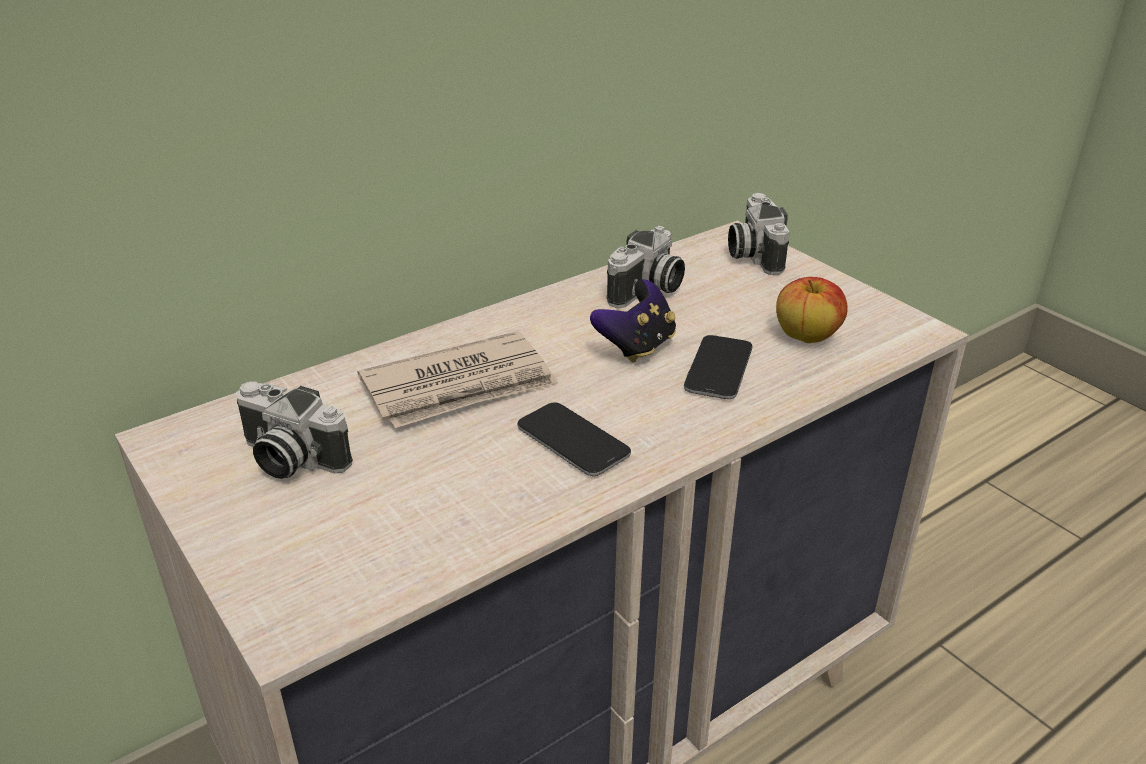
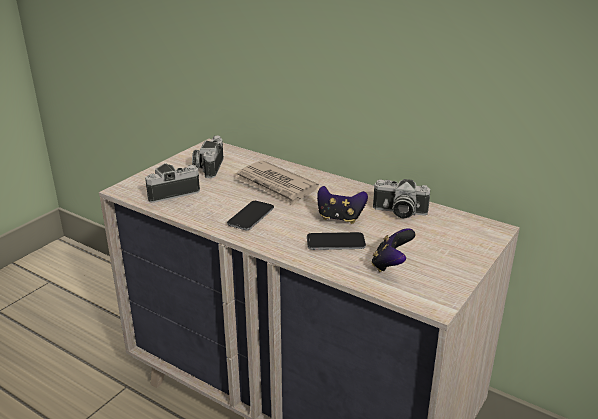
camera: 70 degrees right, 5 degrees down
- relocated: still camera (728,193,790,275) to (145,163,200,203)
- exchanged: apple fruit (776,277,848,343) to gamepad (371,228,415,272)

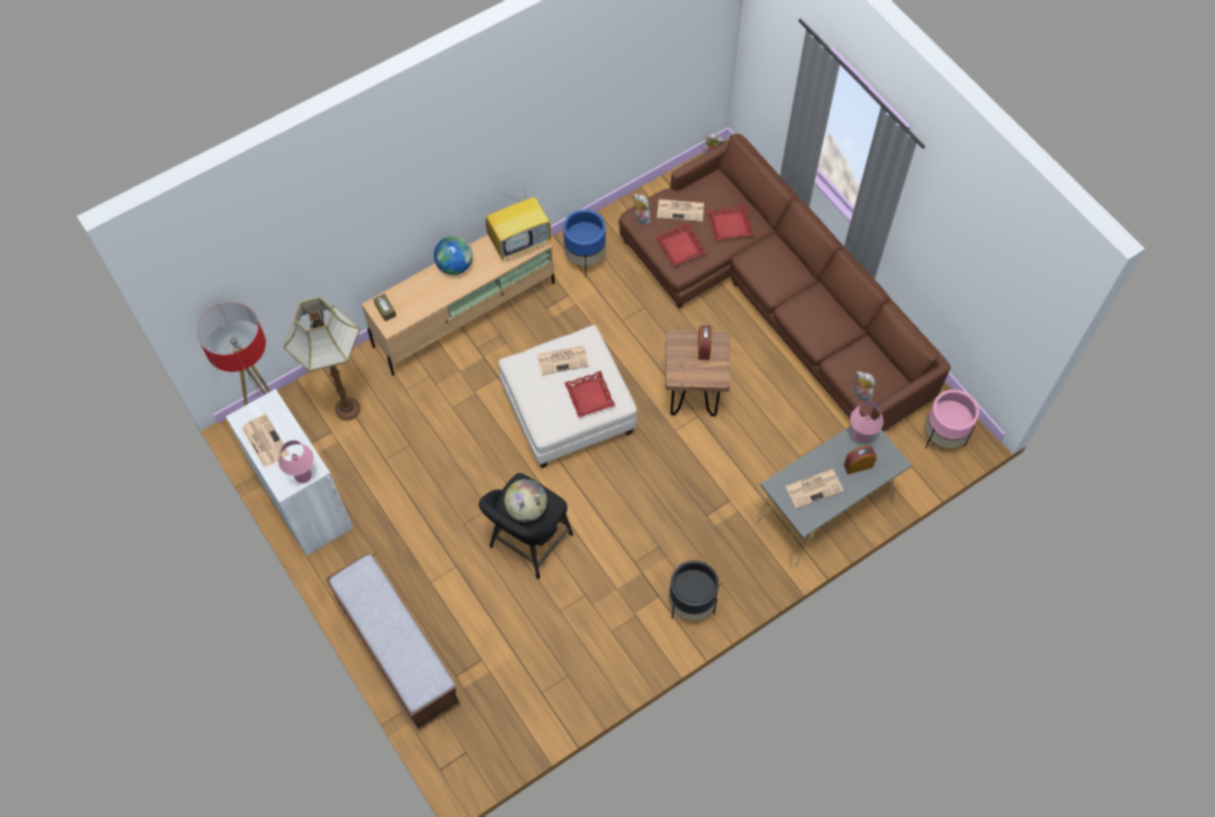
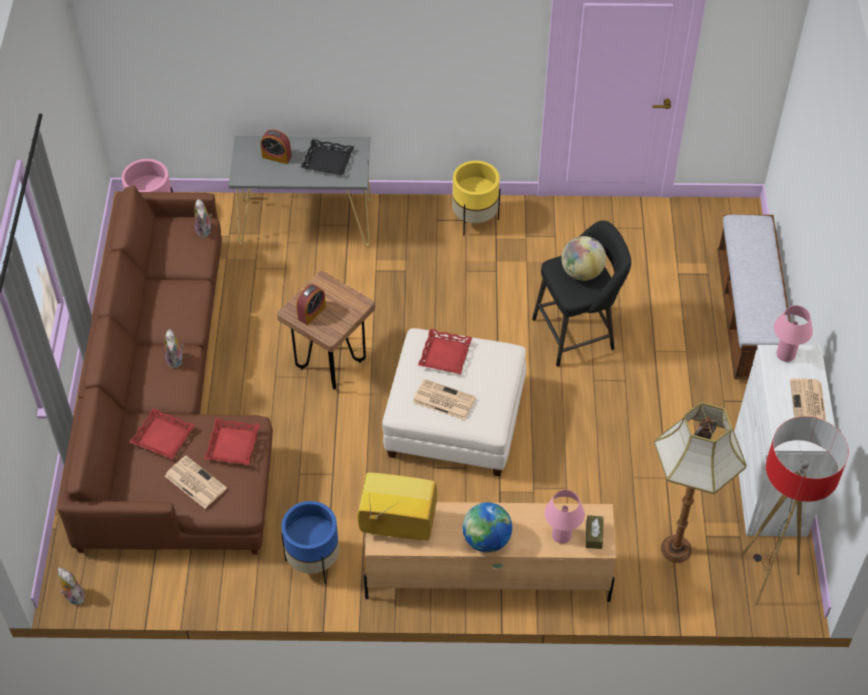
camera: 145 degrees left, 10 degrees down
- relocated: soft toy (633,193,652,225) to (165,329,184,369)
- relocated: pink lamp for a table (850,401,884,443) to (545,490,585,544)
- exchanged: newspaper (785,469,844,508) to black-coloured carrying tray (301,139,354,175)
- colour: black-coloured plant pot (669,560,719,621) to yellow plant pot (452,161,500,235)

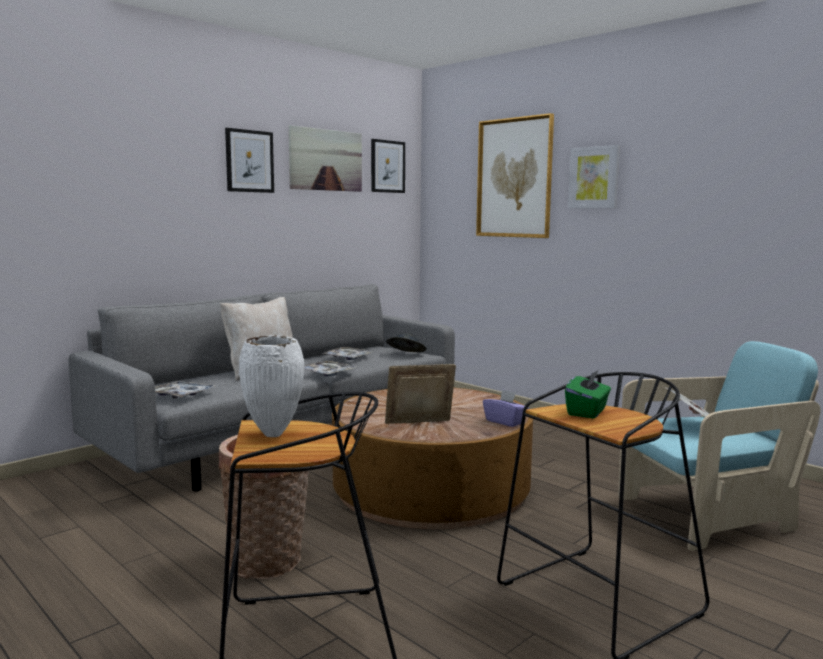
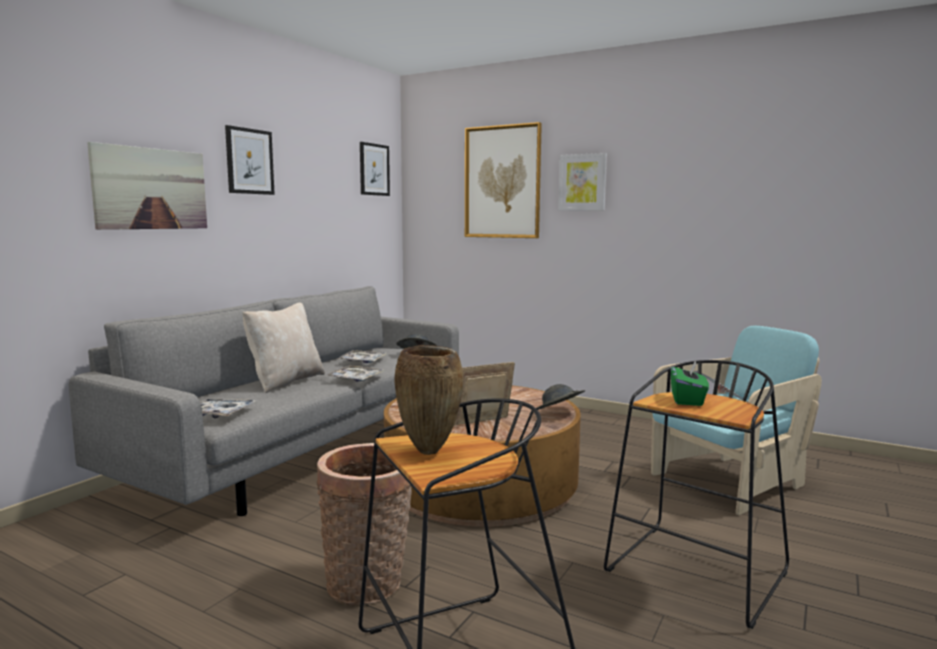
camera: 15 degrees left, 0 degrees up
- relocated: picture (289,125,362,192) to (87,142,207,230)
- colour: white vase (239,335,304,437) to brown vase (394,345,463,455)
- exchanged: purple tissue box (483,389,529,427) to grey hat (536,384,585,410)

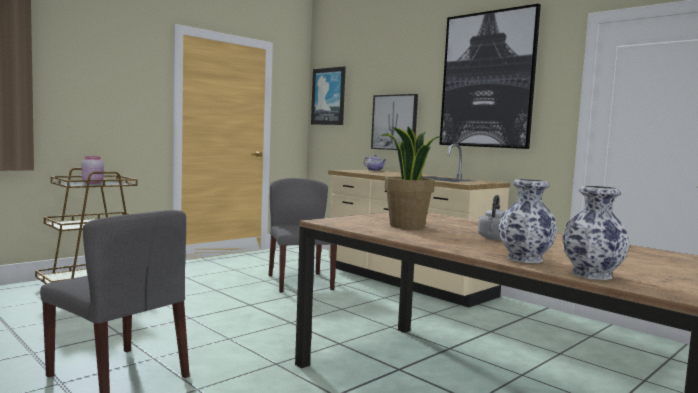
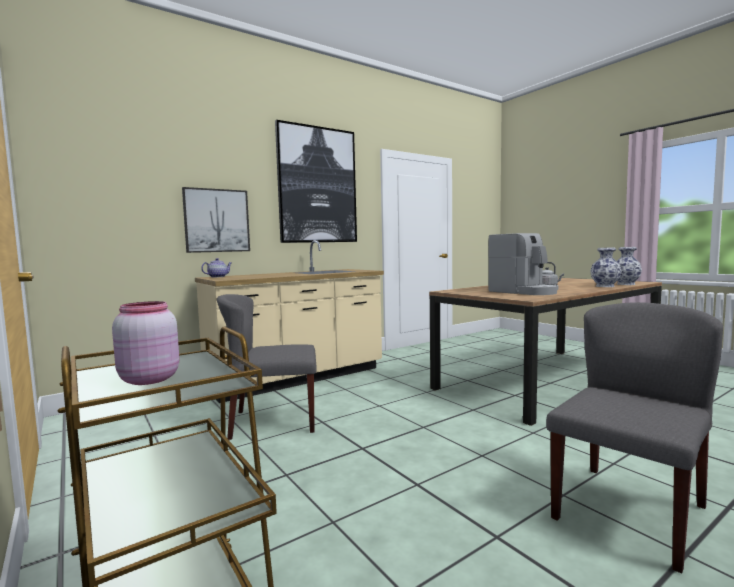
camera: 80 degrees left, 0 degrees up
- missing: picture (311,66,346,125)
- exchanged: potted plant (380,126,442,229) to coffee maker (488,233,558,295)

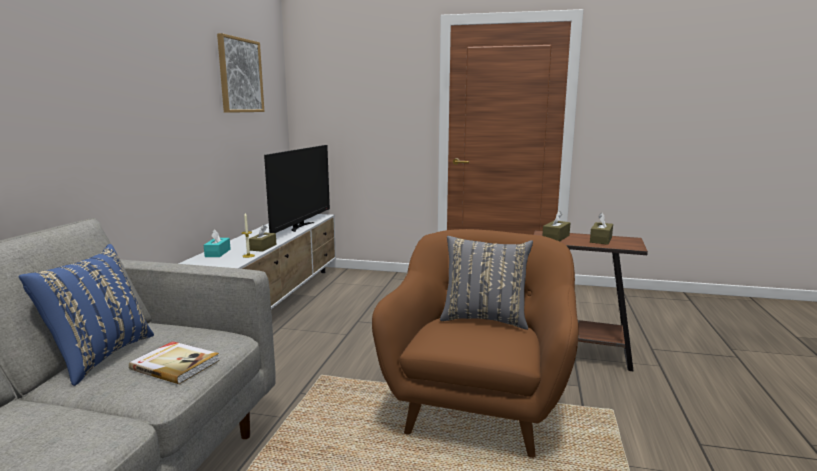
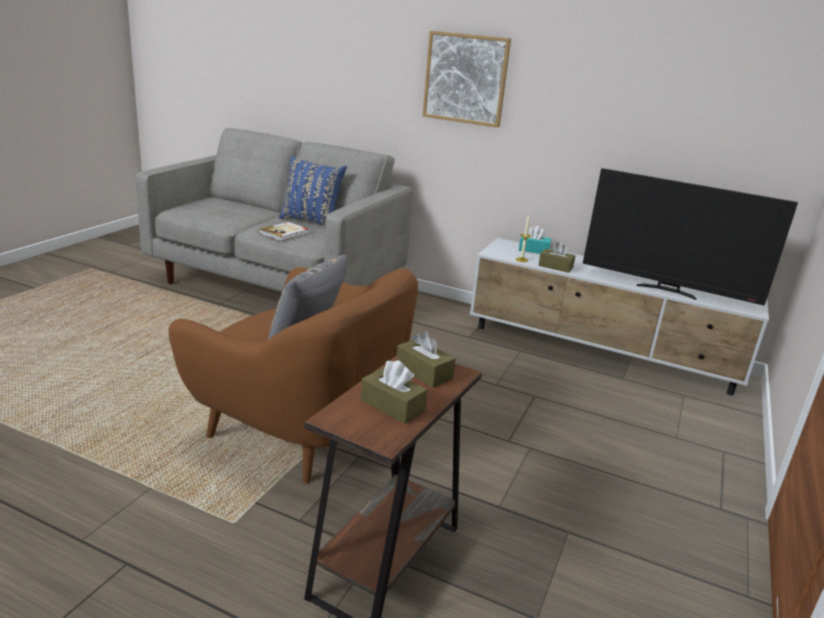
camera: 100 degrees right, 10 degrees up
- relocated: picture (217,33,265,113) to (423,31,511,128)

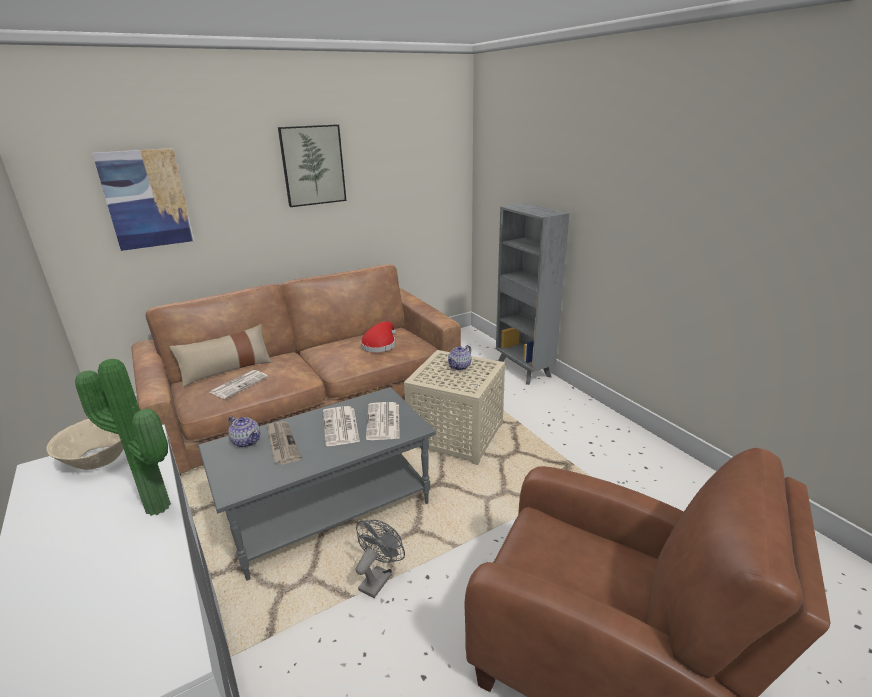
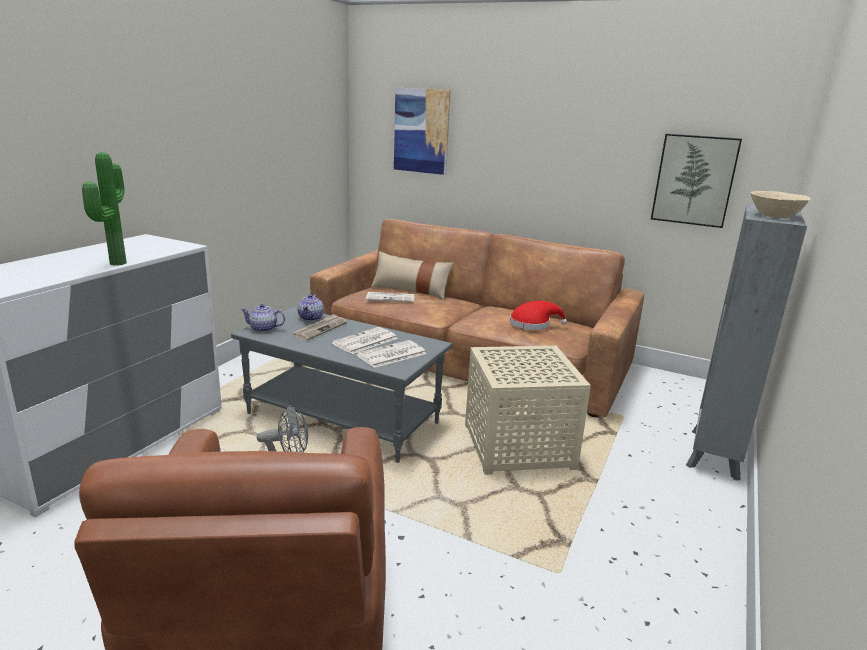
camera: 55 degrees right, 5 degrees down
- relocated: picture (278,124,346,207) to (651,134,742,228)
- relocated: pot for tea (448,345,471,370) to (240,304,285,332)
- relocated: beige-coloured serving bowl (46,419,124,470) to (751,191,811,218)

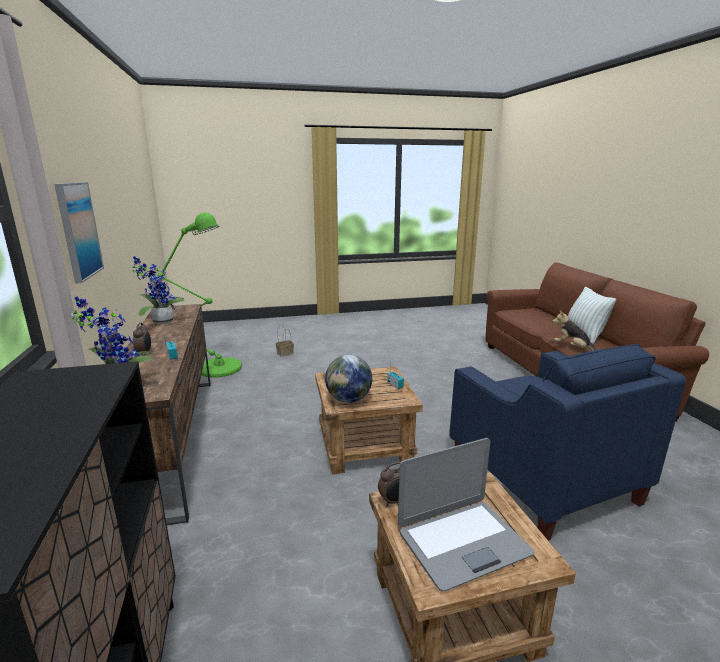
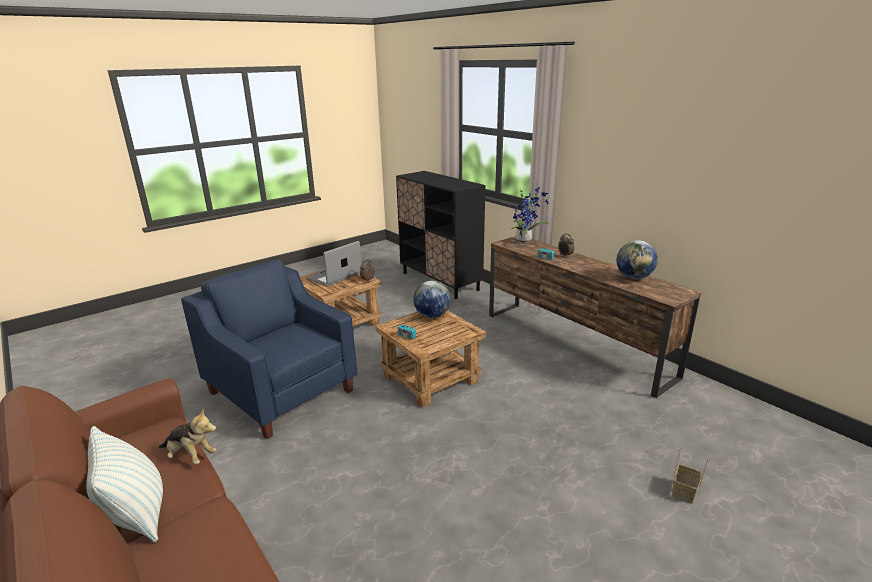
camera: 155 degrees right, 5 degrees up
- missing: picture (54,182,104,283)
- missing: green-coloured standard lamp (157,213,242,378)
- exchanged: potted plant (132,256,184,324) to world globe (617,240,658,279)

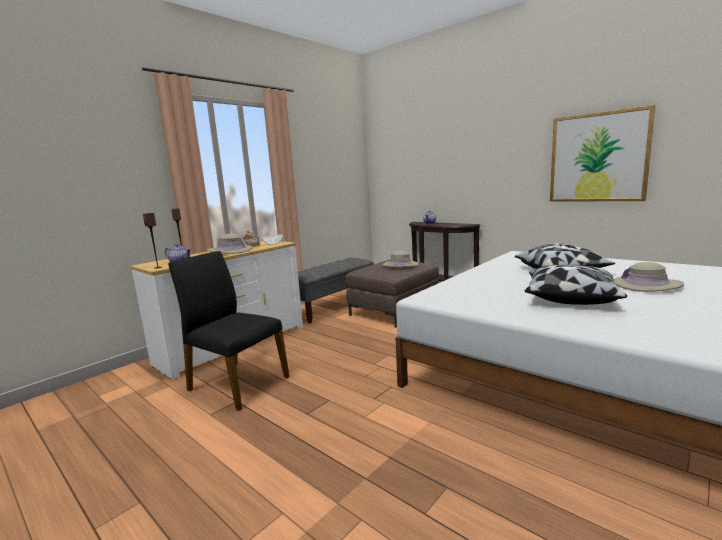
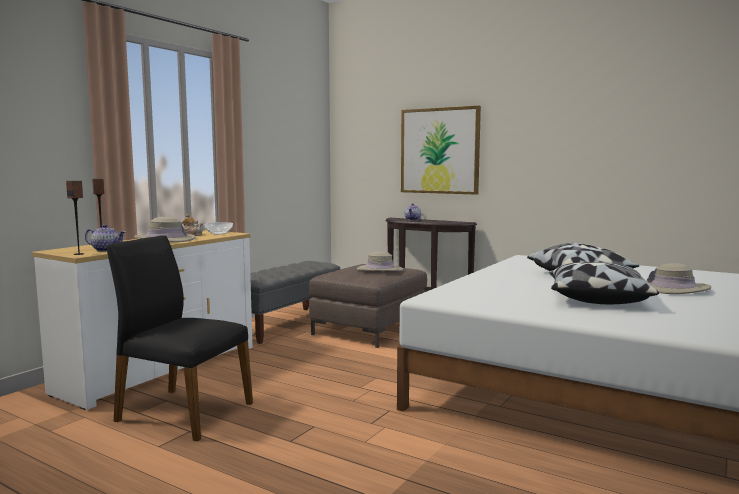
camera: 10 degrees left, 5 degrees down
- relocated: picture (550,105,655,202) to (401,106,481,195)

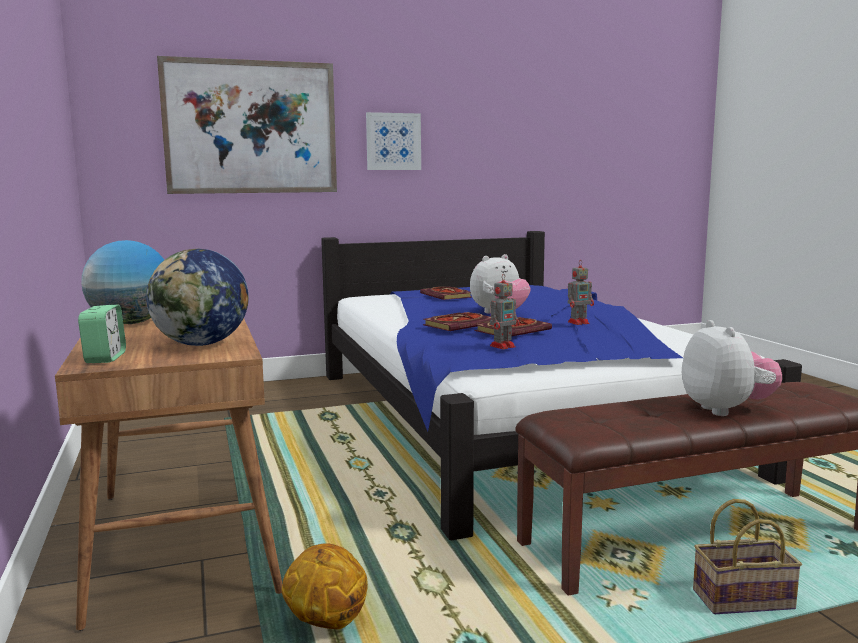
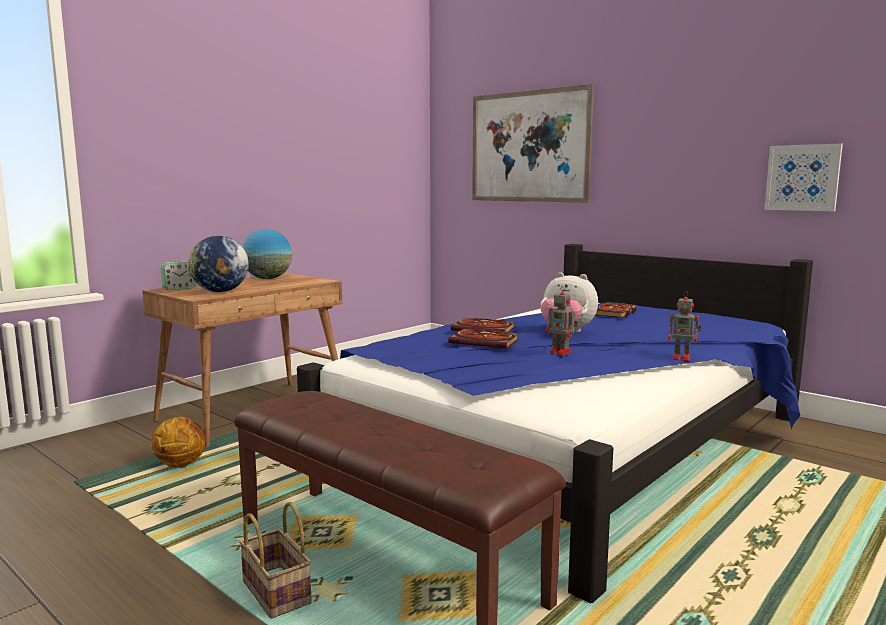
camera: 60 degrees right, 0 degrees up
- relocated: picture (366,112,421,170) to (764,144,843,211)
- relocated: robot figure (490,274,520,349) to (668,291,701,361)
- missing: soft toy (682,320,782,416)

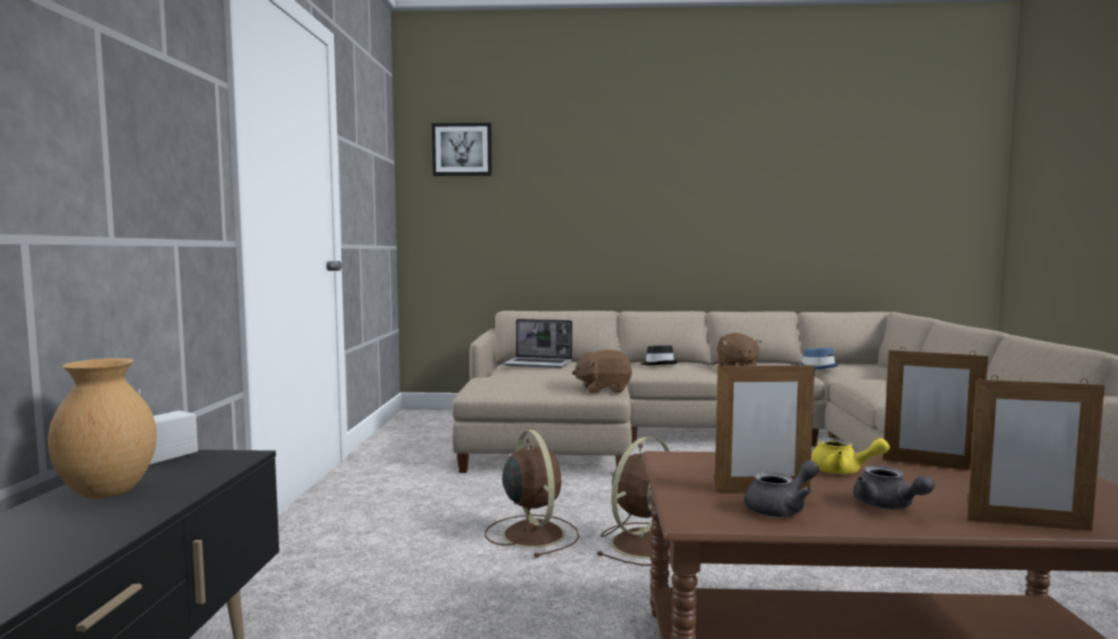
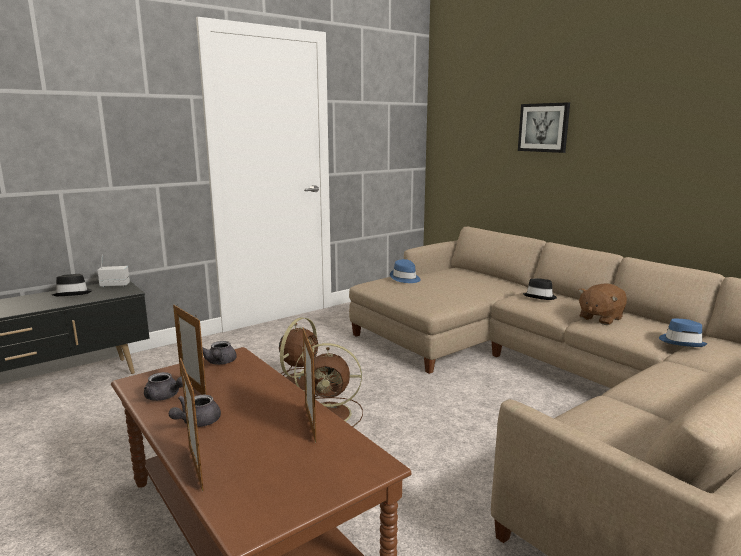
camera: 50 degrees right, 10 degrees up
- relocated: picture (432,123,492,176) to (518,102,570,153)
- missing: notebook computer (504,319,572,368)
- missing: brown soft toy (572,350,632,394)
- exchanged: brown vase (48,358,157,499) to black-coloured hat (52,274,93,296)
- missing: yellow pot for tea (811,438,890,474)
- appeared: blue-coloured hat (390,259,420,283)
- appeared: grey pot for tea (202,341,237,365)

